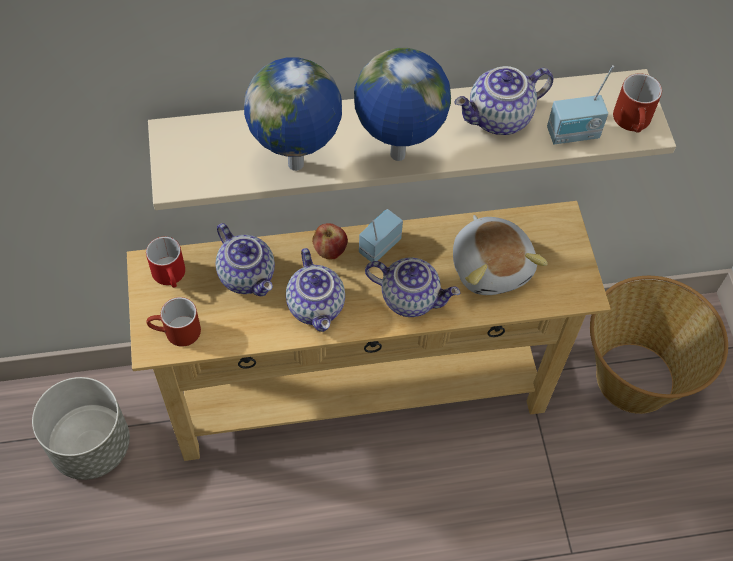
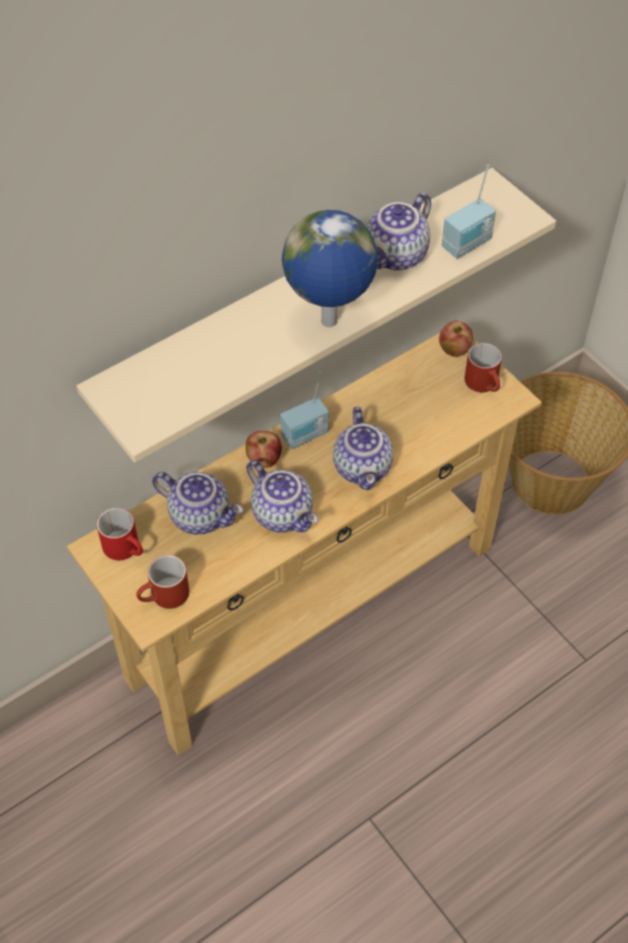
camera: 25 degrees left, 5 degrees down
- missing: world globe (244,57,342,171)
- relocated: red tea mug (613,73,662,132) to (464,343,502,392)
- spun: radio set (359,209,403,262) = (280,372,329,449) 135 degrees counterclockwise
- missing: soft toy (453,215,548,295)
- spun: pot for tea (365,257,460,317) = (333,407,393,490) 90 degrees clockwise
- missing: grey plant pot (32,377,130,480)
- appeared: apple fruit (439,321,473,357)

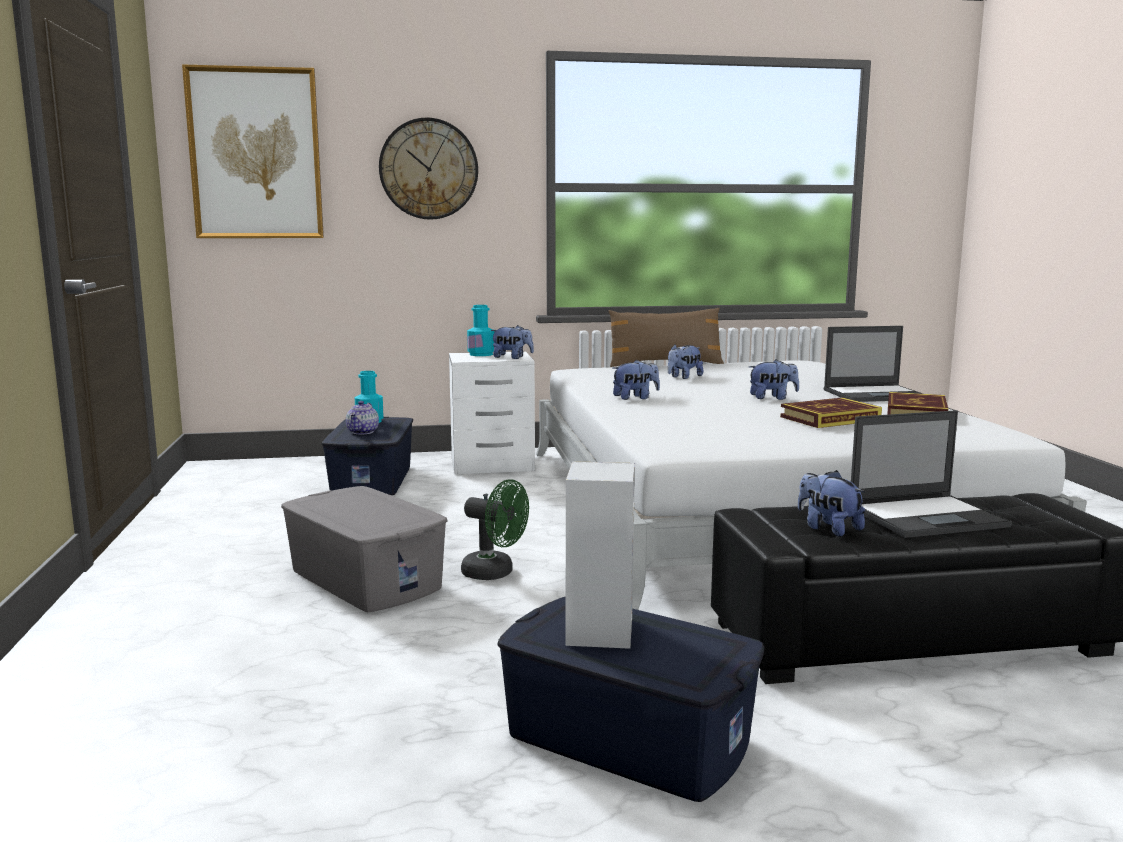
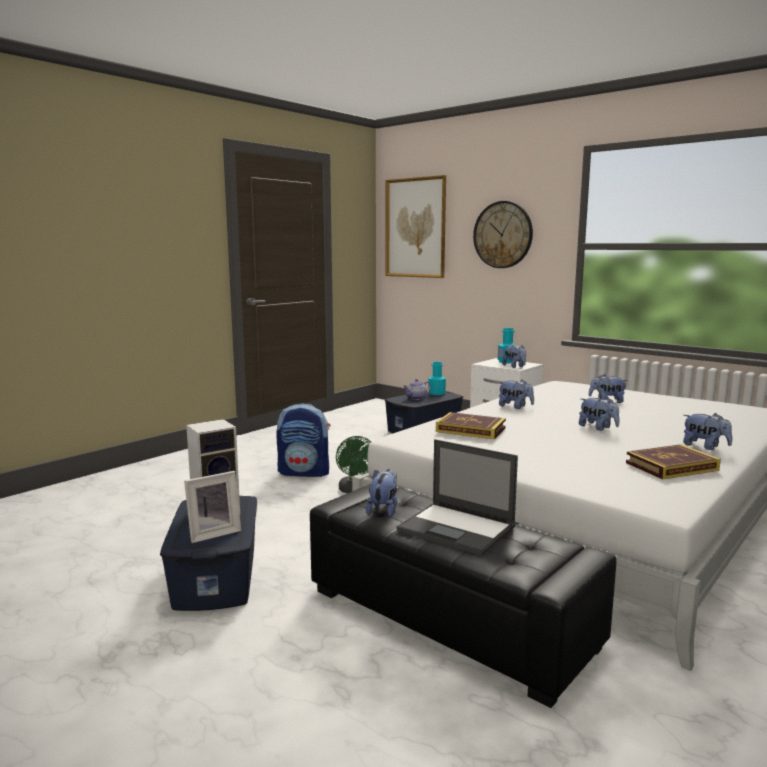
camera: 50 degrees right, 0 degrees up
- missing: brown pillow (609,308,724,367)
- exchanged: notebook computer (824,326,923,402) to soft toy (683,413,732,450)
- relocated: volume (780,398,882,428) to (436,412,506,439)
- exchanged: grey storage box (281,486,447,612) to backpack (276,404,330,477)
- appeared: standing frame (184,471,241,543)

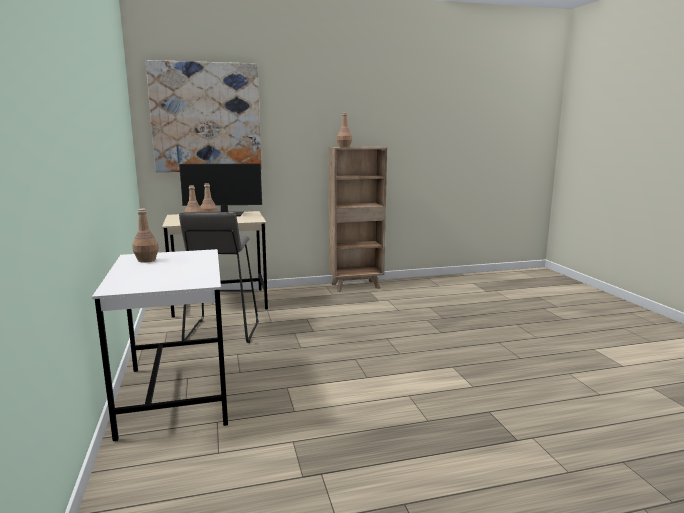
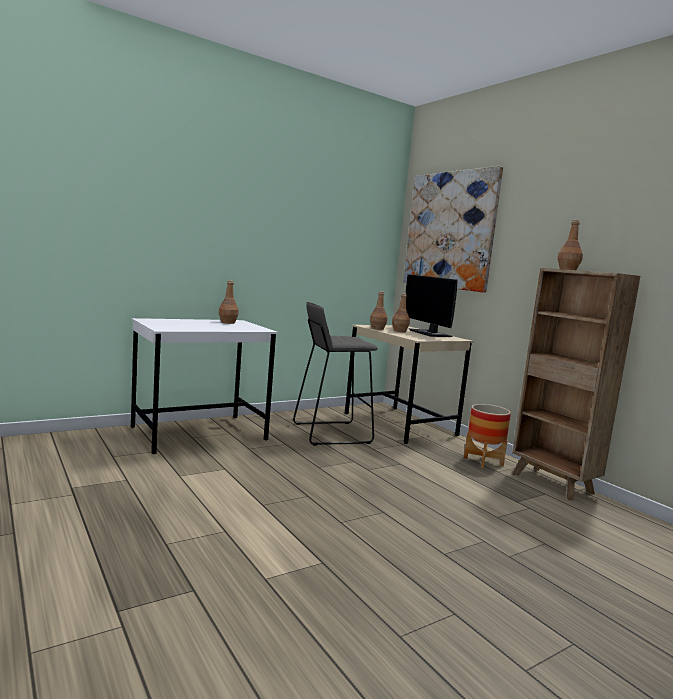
camera: 70 degrees right, 5 degrees down
- appeared: plant pot (464,404,511,468)

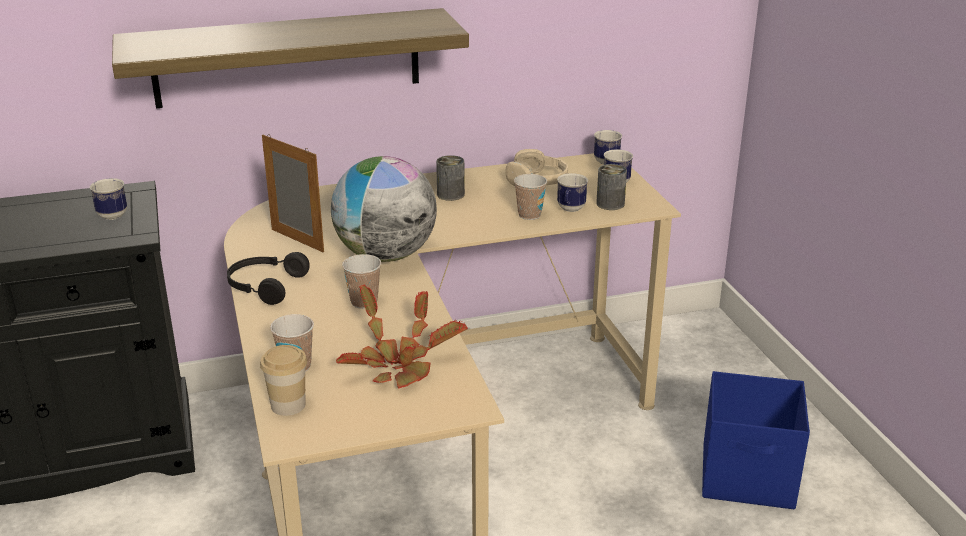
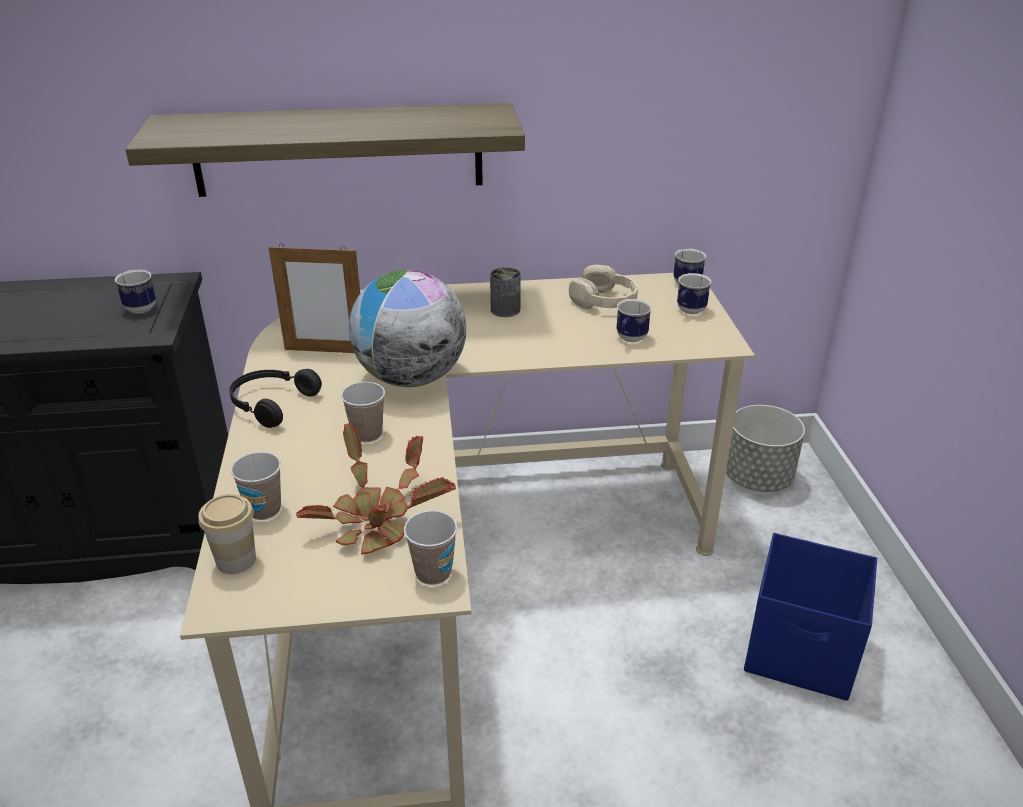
camera: 10 degrees right, 5 degrees up
- spun: standing frame (262,134,324,253) = (268,243,360,353) 135 degrees clockwise
- missing: can (596,164,627,210)
- relocated: drinking cup (514,174,547,220) to (404,510,457,585)
- appeared: grey plant pot (726,405,805,492)

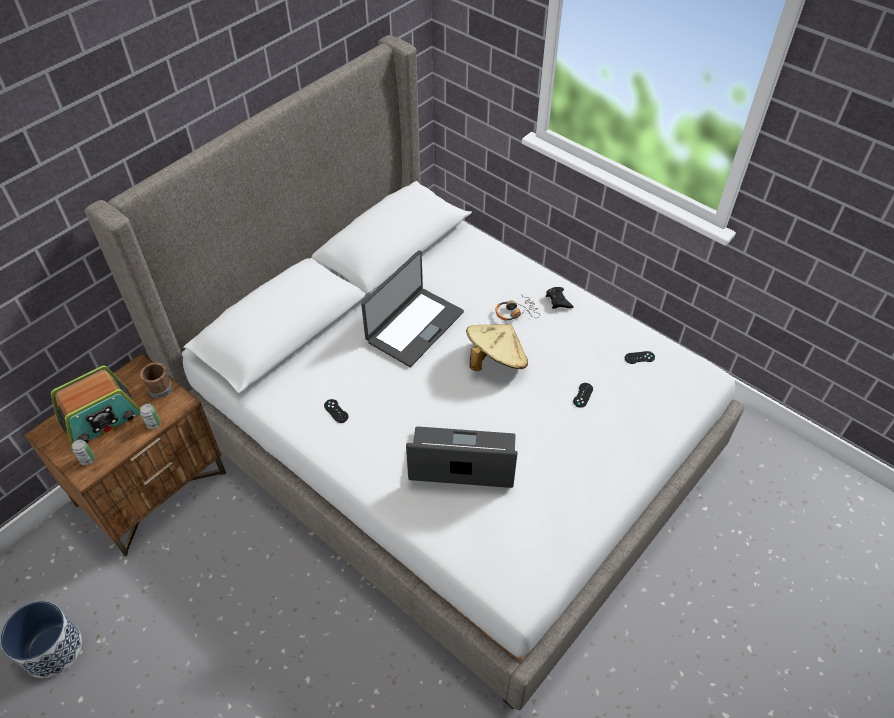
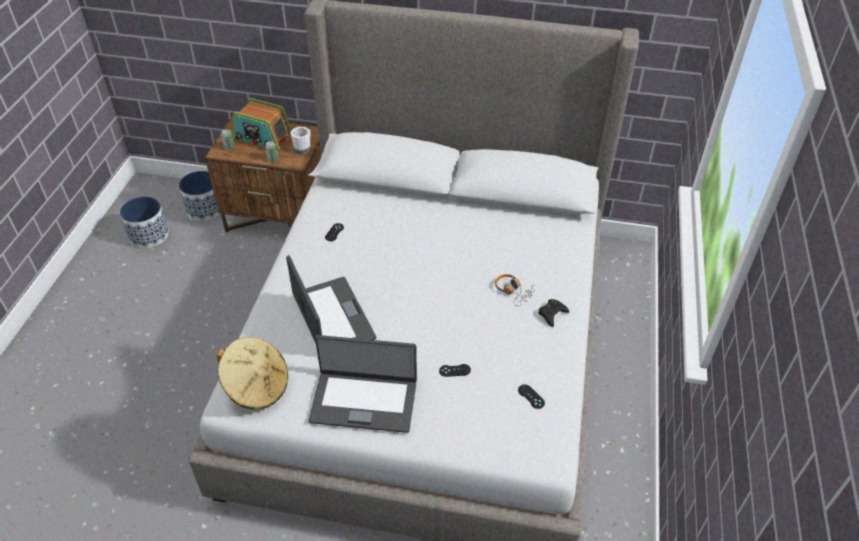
camera: 60 degrees right, 5 degrees down
- relocated: notebook computer (361,250,464,367) to (309,335,417,433)
- relocated: beige-coloured hat (466,324,528,371) to (216,337,288,409)
- colour: brown tea mug (140,362,173,398) to white tea mug (290,127,311,154)
- appeared: plant pot (179,171,220,221)

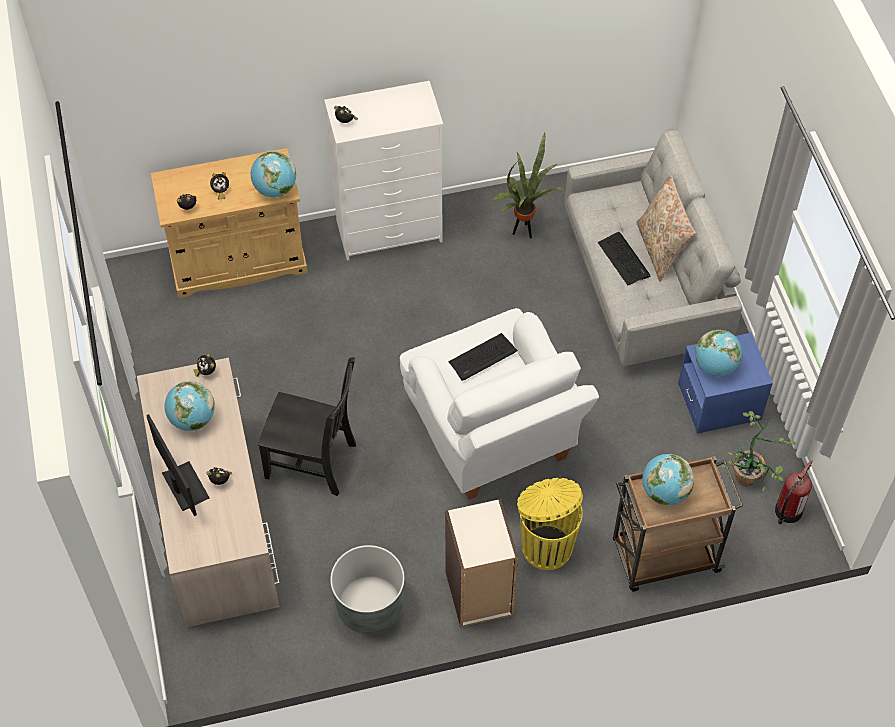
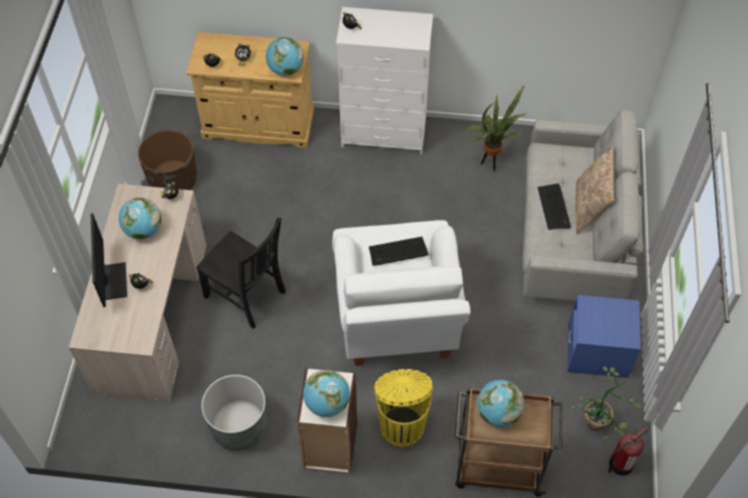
camera: 20 degrees right, 0 degrees up
- relocated: world globe (695,330,743,377) to (303,370,350,417)
- appeared: brown plant pot (138,130,197,190)

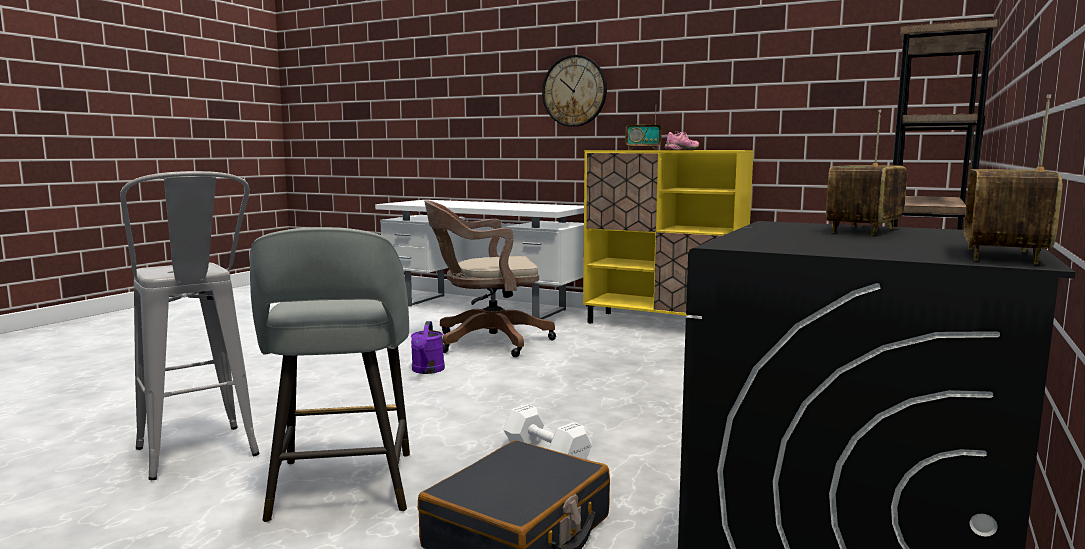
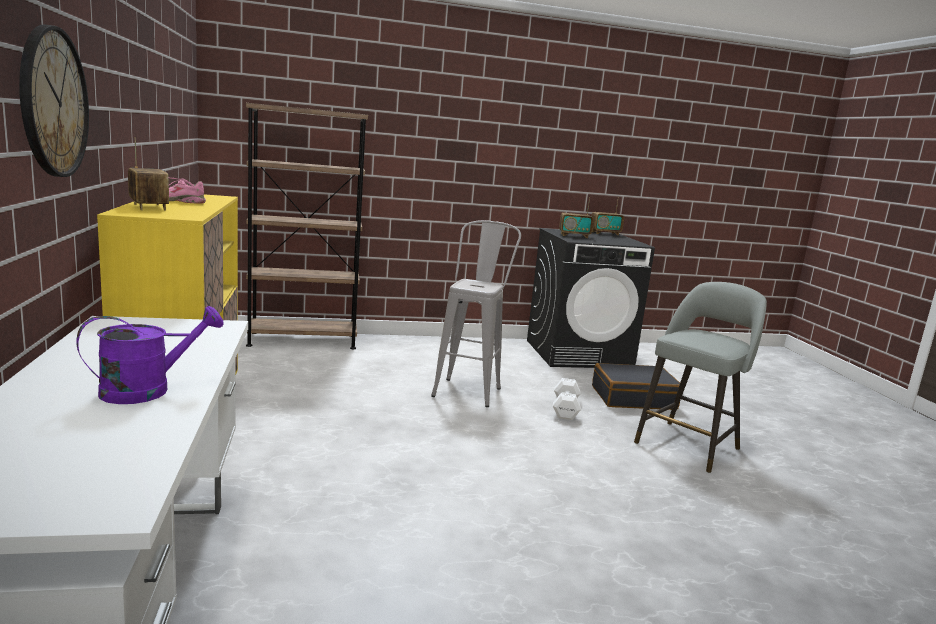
camera: 130 degrees left, 5 degrees up
- relocated: grey sitting stool (120,171,260,480) to (431,220,521,407)
- missing: brown computer chair (424,200,556,357)
- relocated: purple sprinkling can (411,321,445,374) to (76,306,224,404)

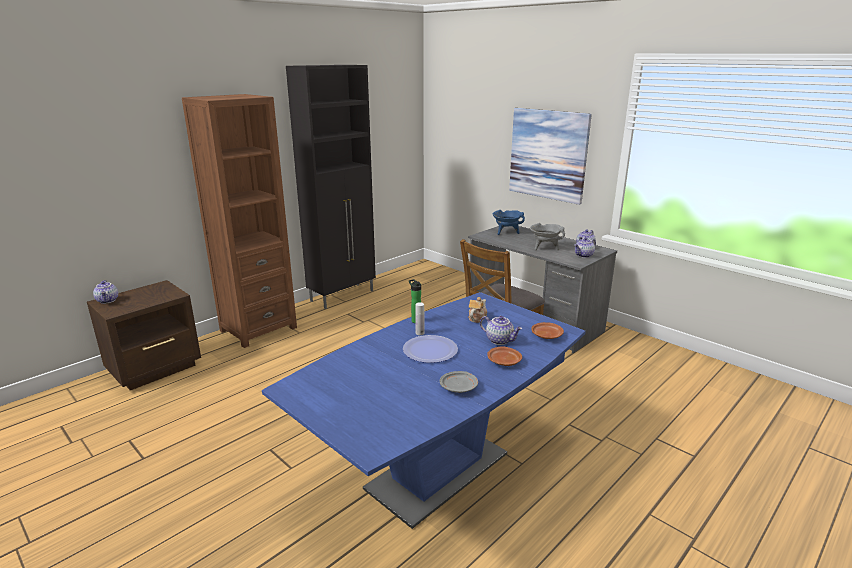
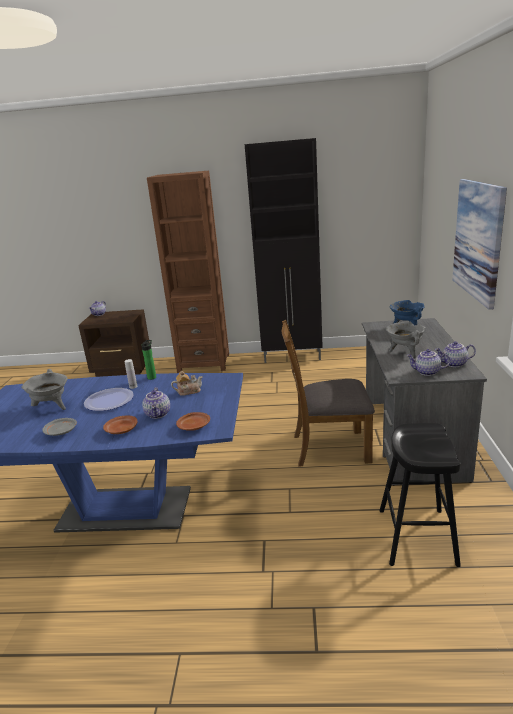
camera: 50 degrees right, 0 degrees up
- appeared: grey stockpot (21,369,68,410)
- appeared: black-coloured sitting stool (380,423,461,567)

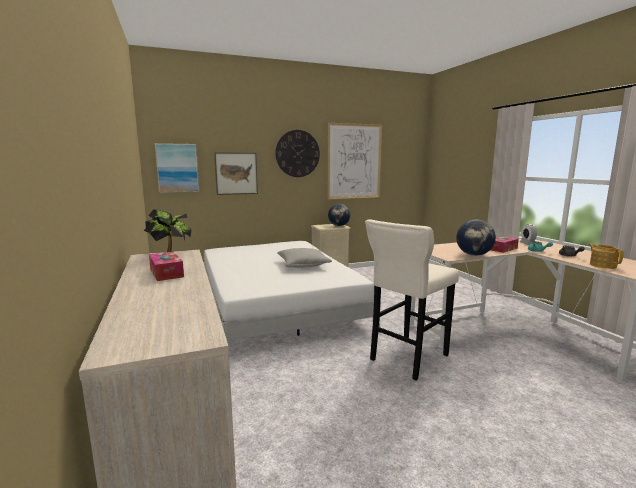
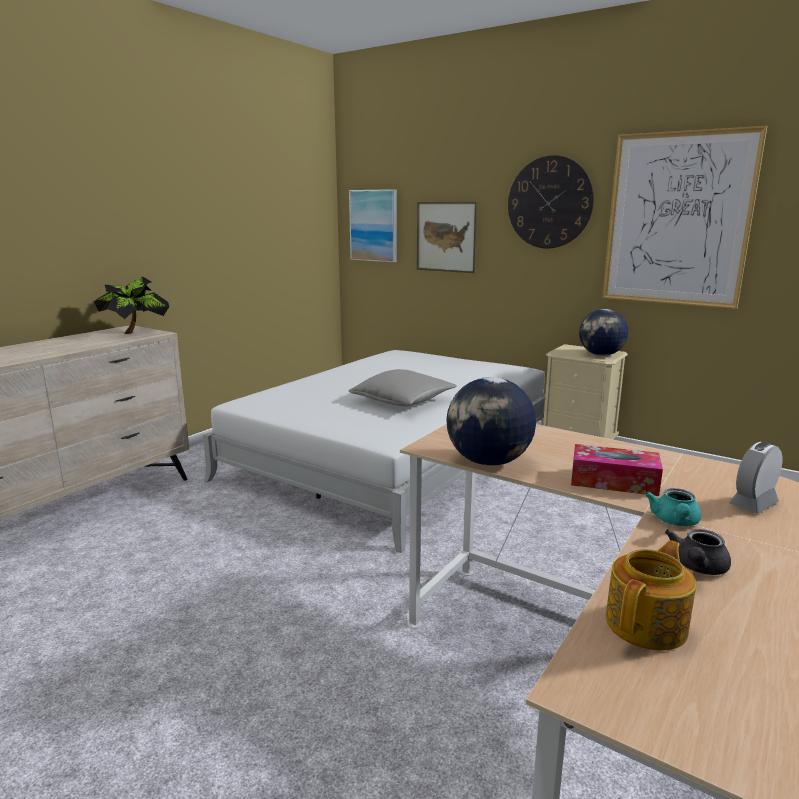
camera: 55 degrees right, 5 degrees up
- missing: beige-coloured sitting stool (365,220,459,380)
- missing: tissue box (149,251,184,281)

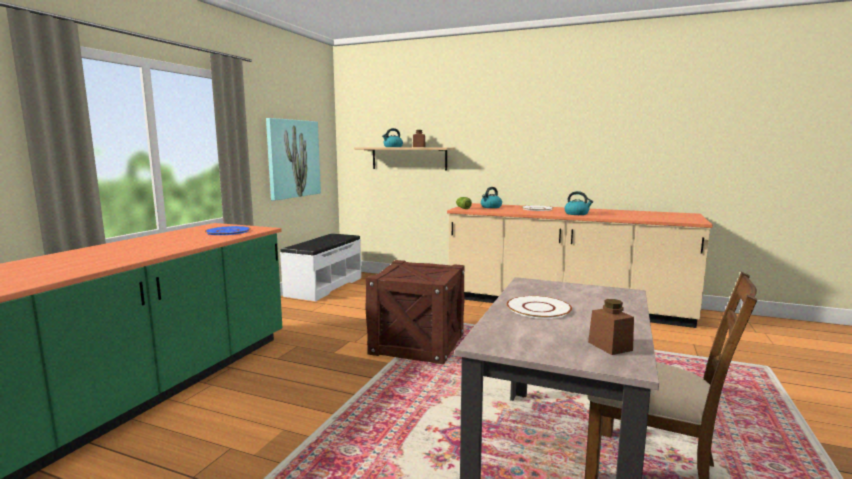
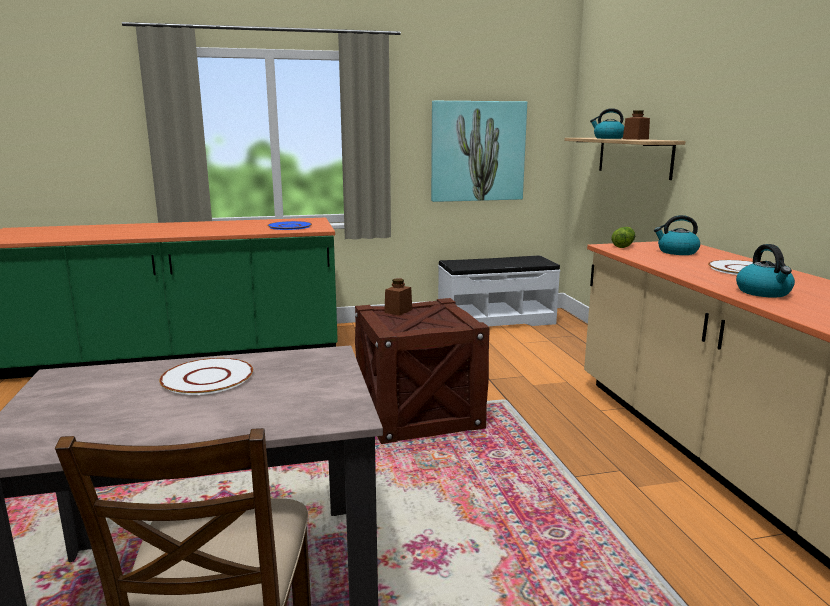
camera: 55 degrees right, 5 degrees up
- relocated: brown preserve jar (588,299,634,355) to (384,278,412,316)

